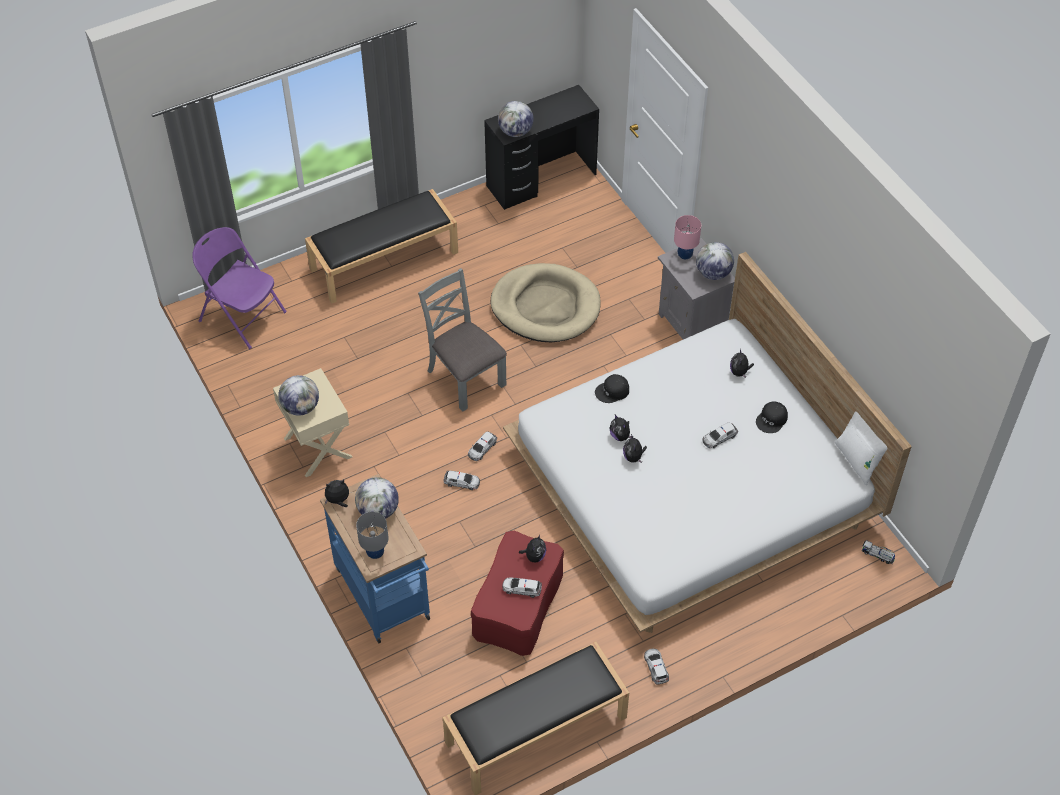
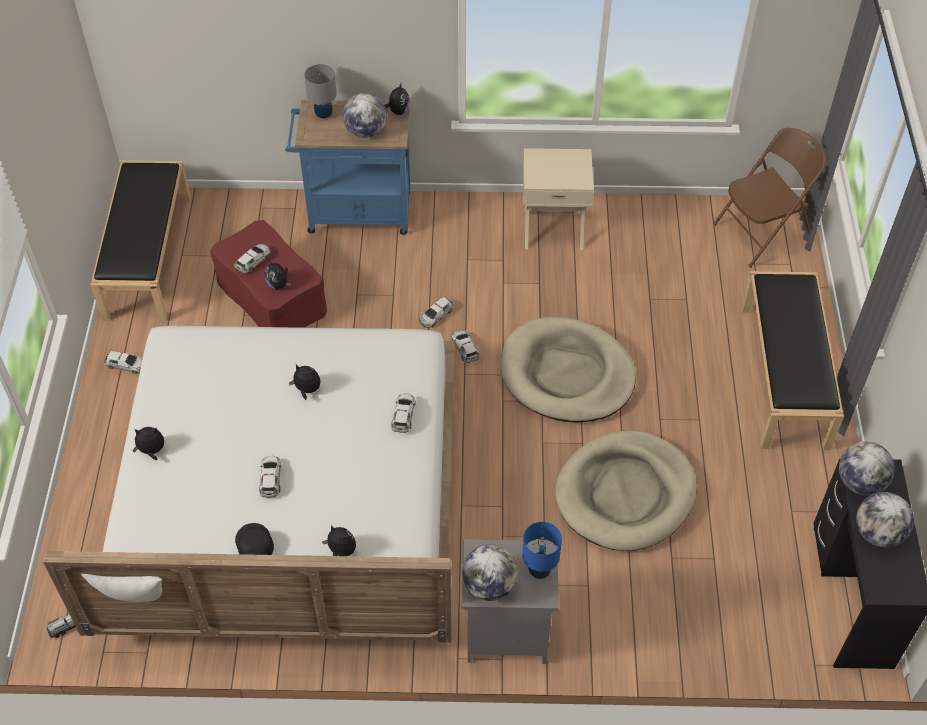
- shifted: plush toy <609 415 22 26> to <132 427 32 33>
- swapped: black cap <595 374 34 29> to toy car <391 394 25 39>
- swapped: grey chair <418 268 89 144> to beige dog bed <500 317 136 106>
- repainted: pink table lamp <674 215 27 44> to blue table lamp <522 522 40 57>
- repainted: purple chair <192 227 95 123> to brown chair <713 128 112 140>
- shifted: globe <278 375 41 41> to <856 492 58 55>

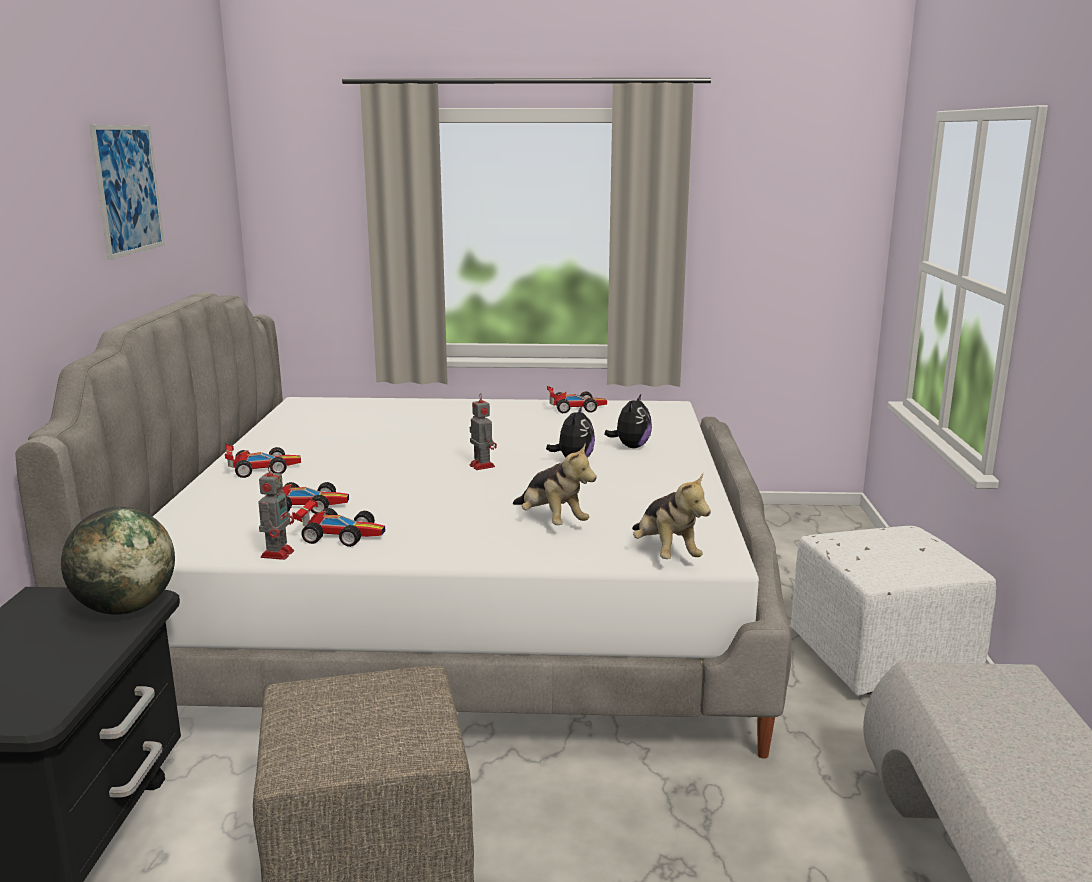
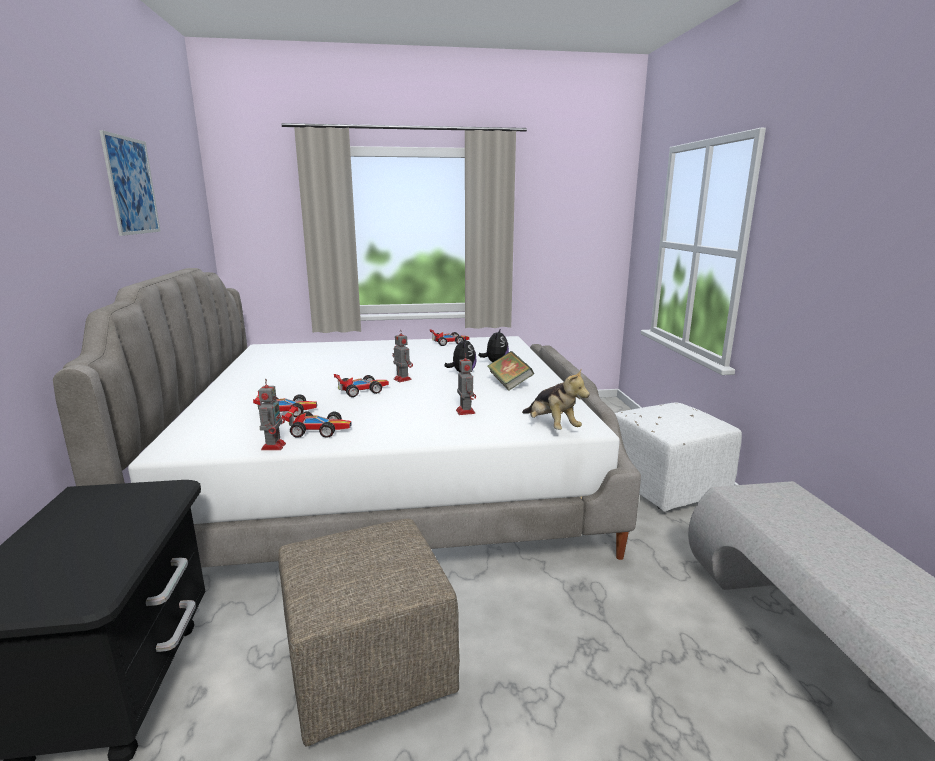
- shifted: toy car <225 444 76 34> to <334 374 55 23>
- swapped: plush toy <513 443 84 82> to toy robot <456 353 20 62>
- new: book <488 351 46 40>
- gone: globe <61 507 114 108>

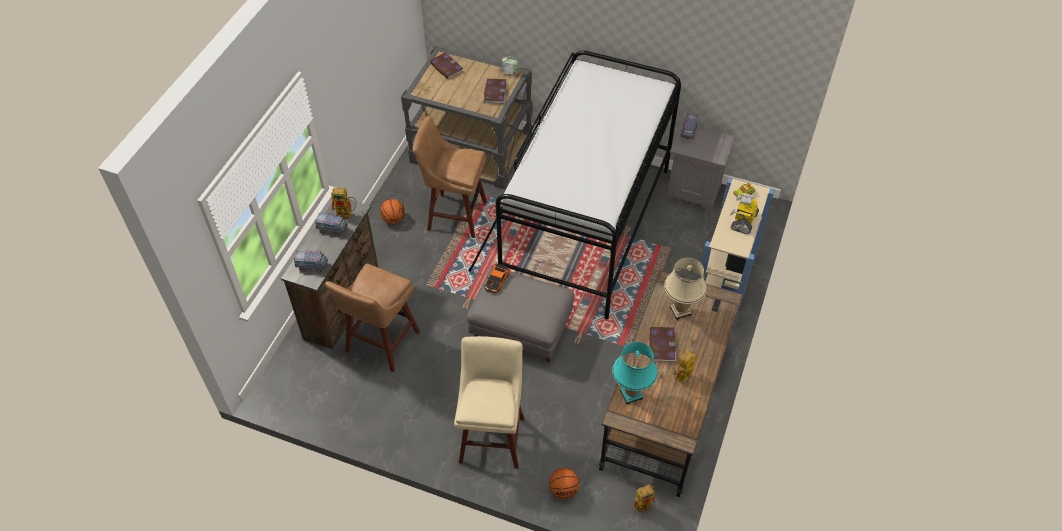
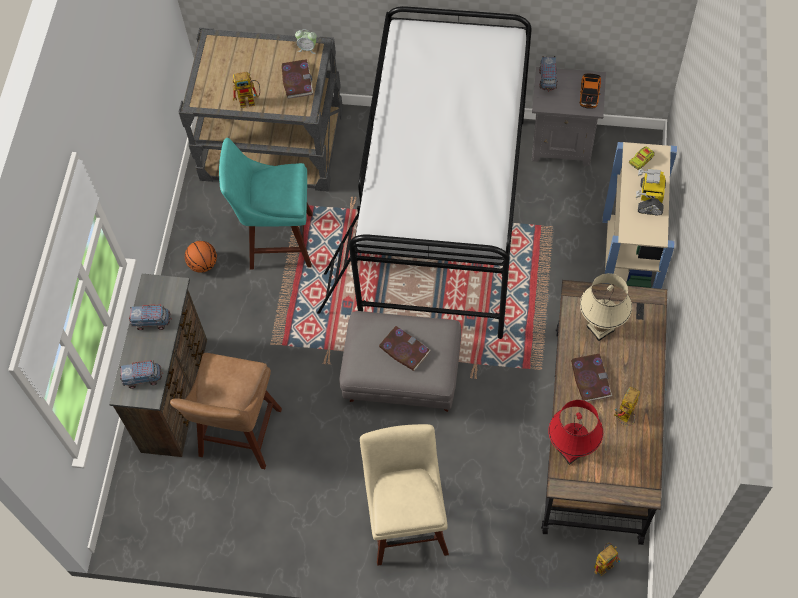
- repainted: brown stool <413 116 74 122> to turquoise stool <219 138 94 132>
- shifted: toy robot <331 188 25 31> to <233 72 27 36>
- shifted: book <430 52 34 27> to <379 326 52 45>
- repainted: turquoise table lamp <612 342 46 62> to red table lamp <548 400 55 65>
- shifted: toy car <484 264 25 29> to <580 74 21 35>
- gone: basketball <549 468 30 31>

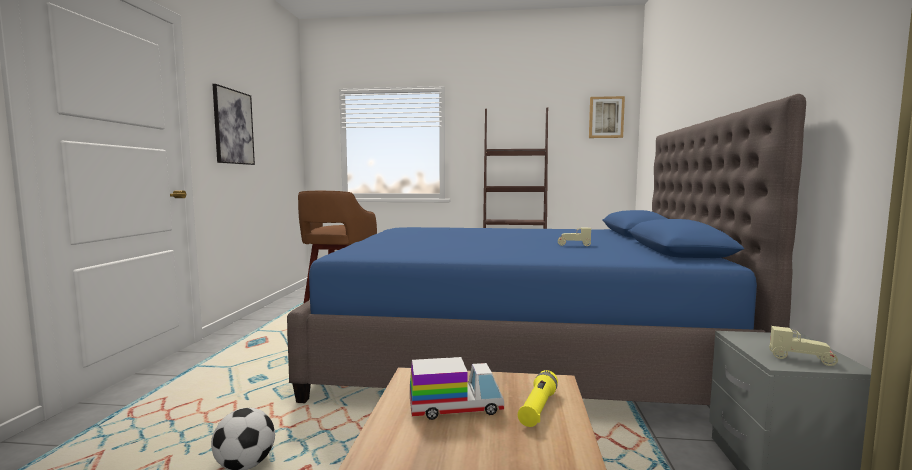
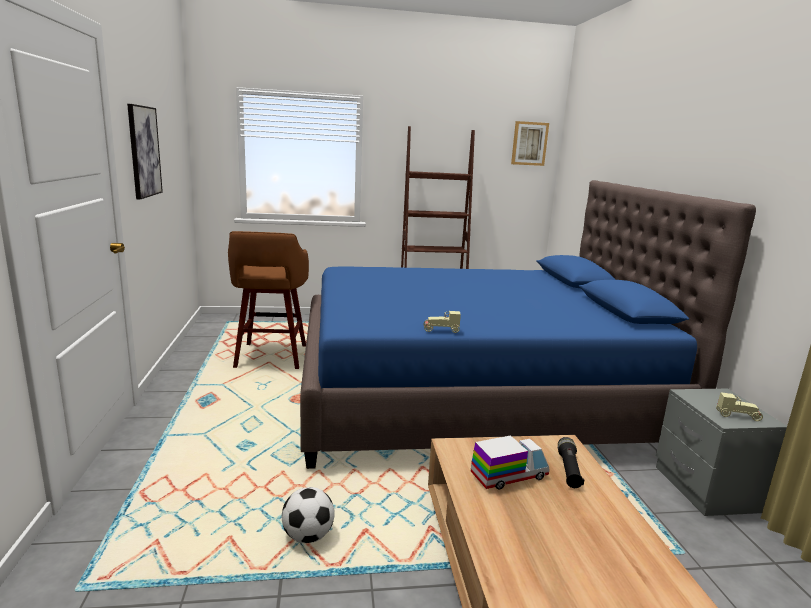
- shifted: beige toy car <558 227 33 19> to <424 311 37 22>
- repainted: yellow flashlight <518 370 40 57> to black flashlight <558 437 26 51>

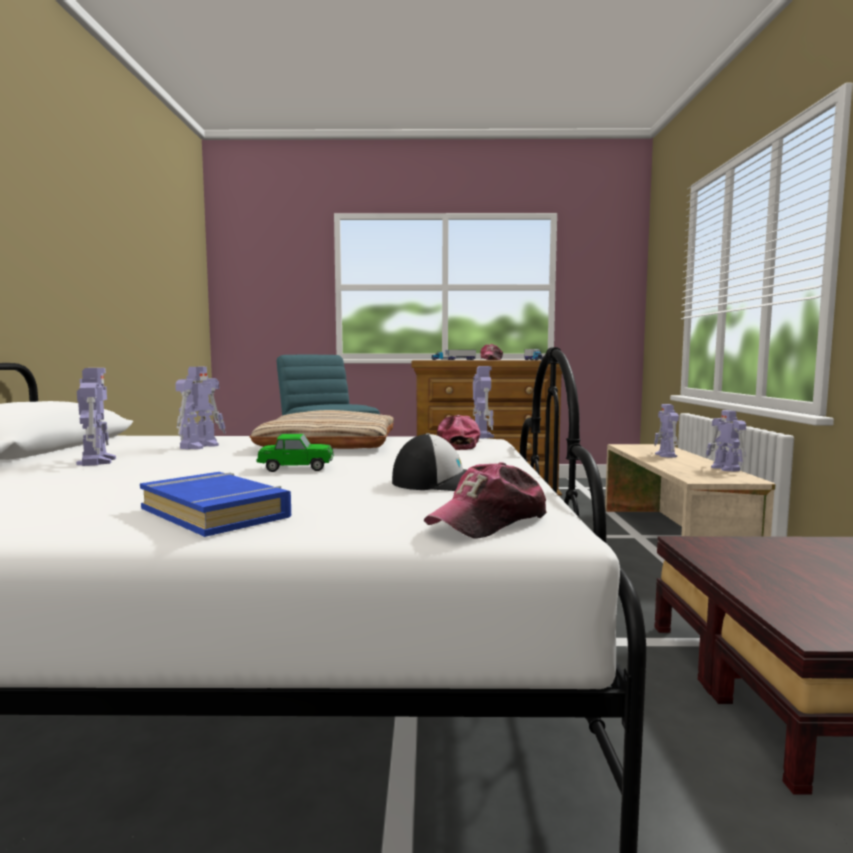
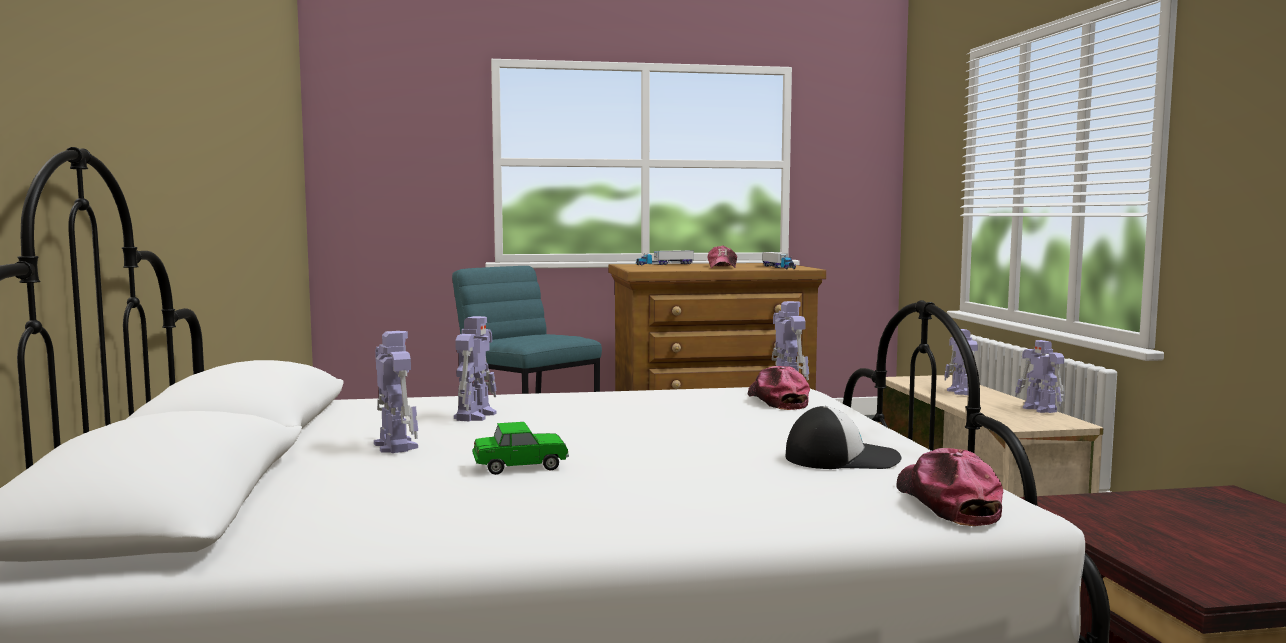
- shifted: toy car <256 434 78 38> to <472 422 97 53>
- rotated: cap <424 462 123 77> = <896 448 107 78> 135 degrees clockwise
- gone: blue book <140 472 151 65>
- gone: beige pillow <250 410 144 39>

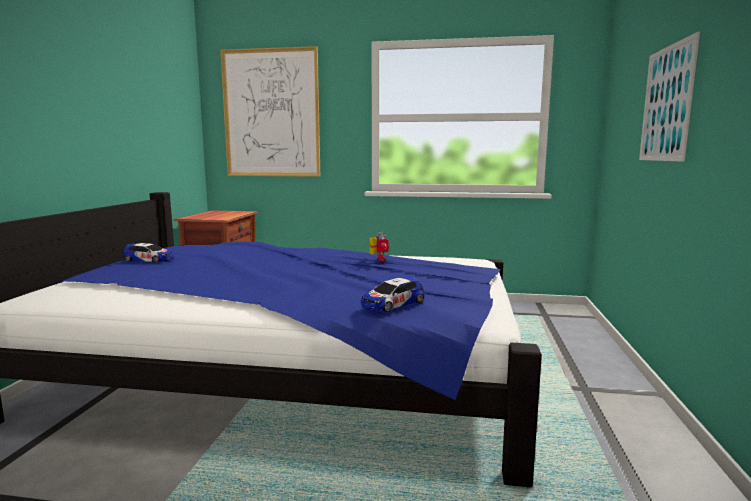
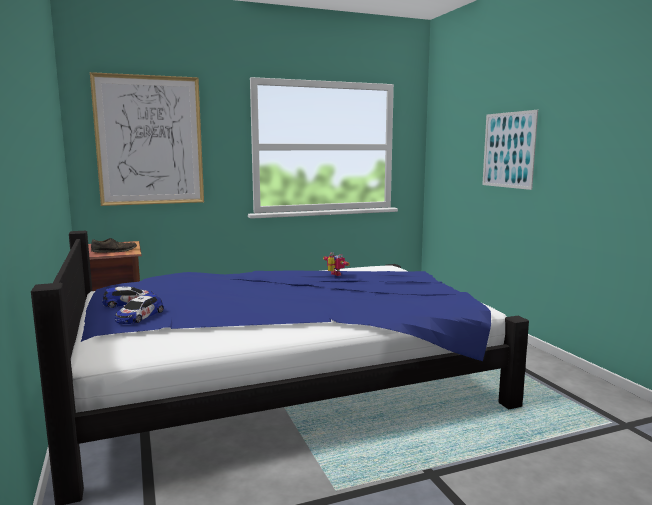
- new: brown shoe <91 238 46 15>
- shifted: toy car <361 277 63 35> to <115 294 49 30>

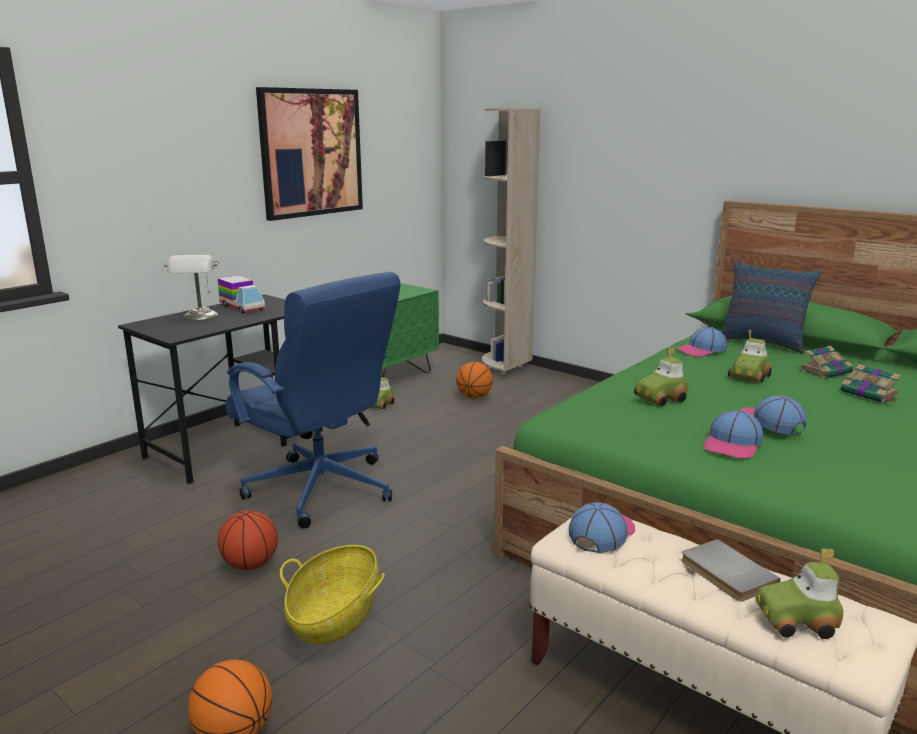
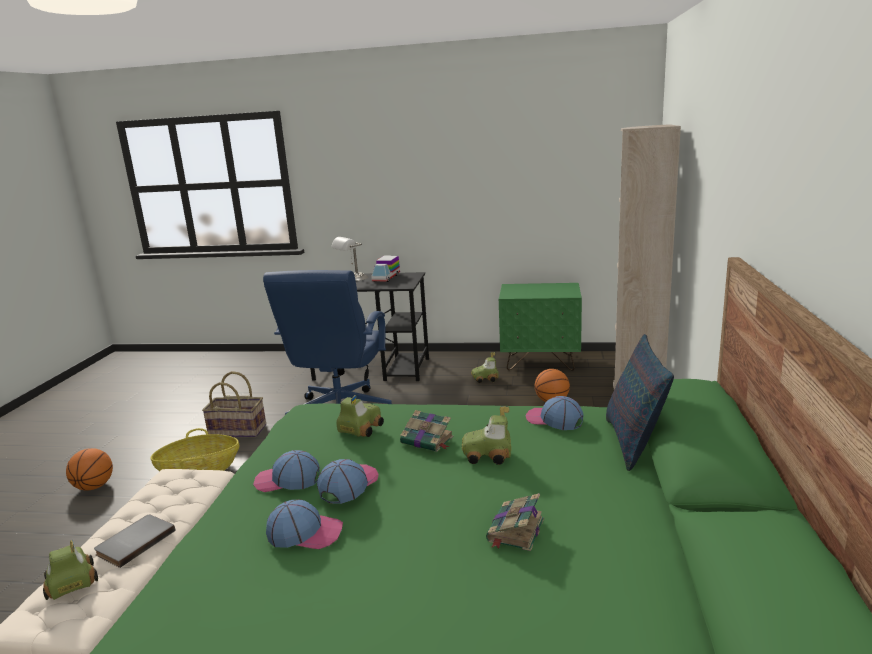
- swapped: basketball <218 510 60 60> to basket <202 371 64 66>
- shifted: cap <569 502 66 51> to <266 500 77 49>
- rotated: toy car <634 347 54 59> = <336 395 48 42> 90 degrees clockwise
- shifted: book <800 346 53 33> to <400 410 54 42>
- gone: picture <256 87 107 134>

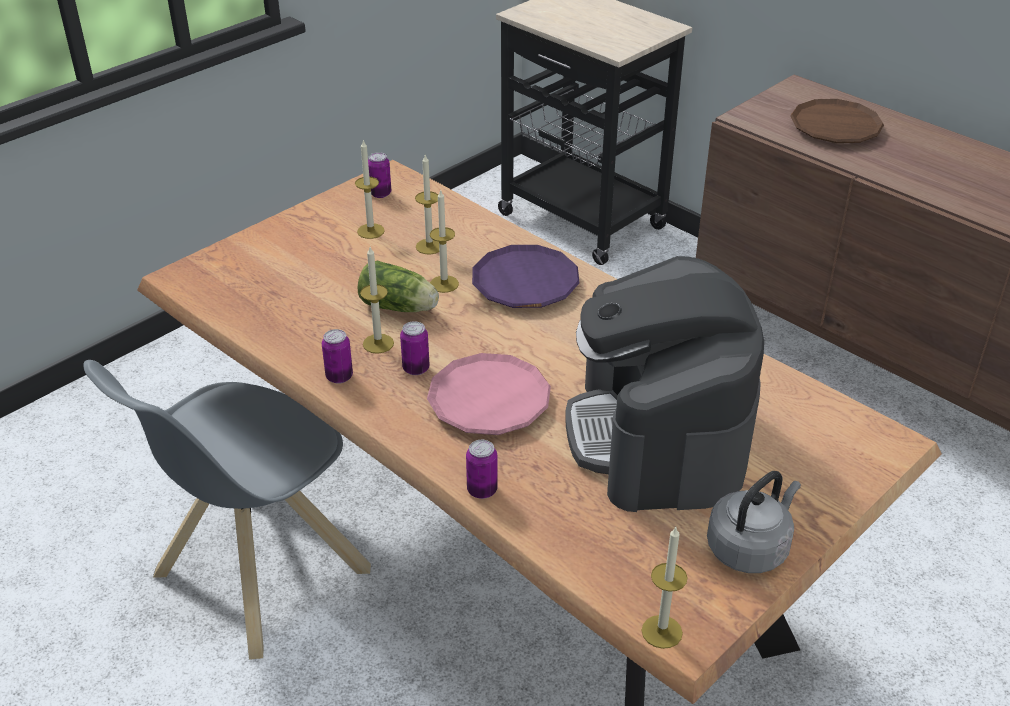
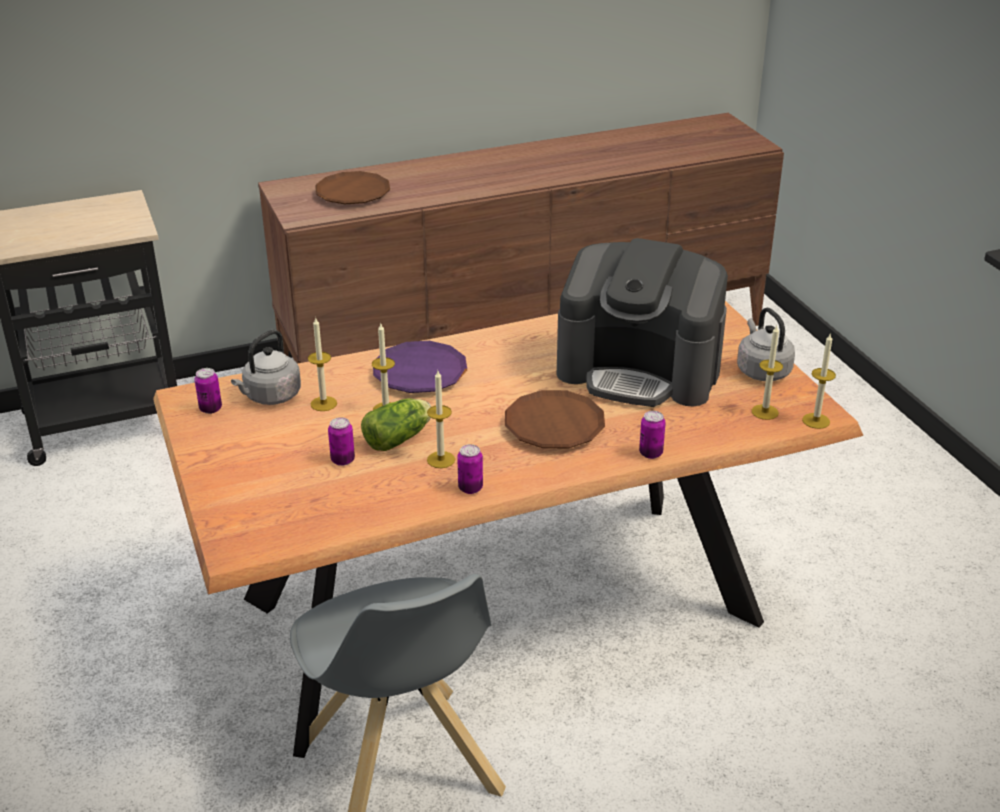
- new: grey kettle <231 329 70 76>
- shifted: can <400 321 30 54> to <328 417 27 49>
- repainted: pink plate <427 353 124 82> to brown plate <505 390 100 58>
- shifted: candle <355 140 30 99> to <752 326 31 94>

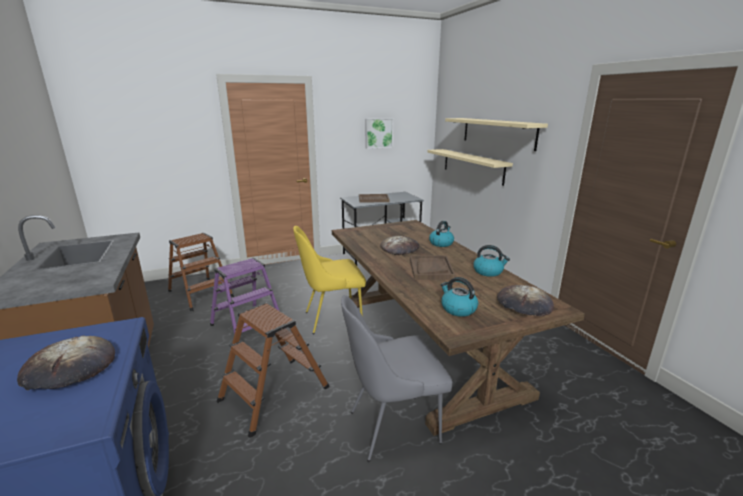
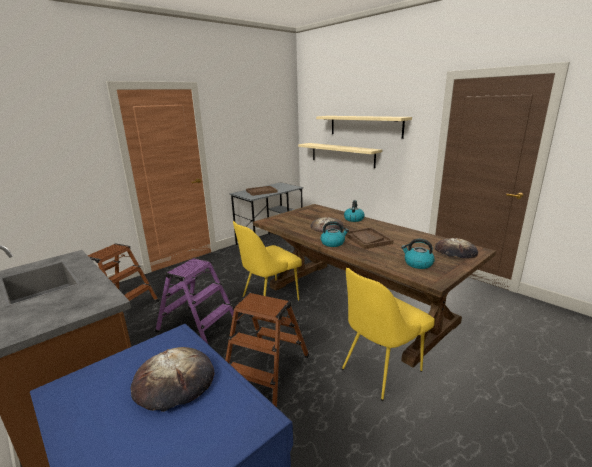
- shifted: kettle <473 245 37 32> to <321 221 28 26>
- repainted: grey chair <341 295 111 167> to yellow chair <342 268 93 133>
- gone: picture <365 118 28 31>

